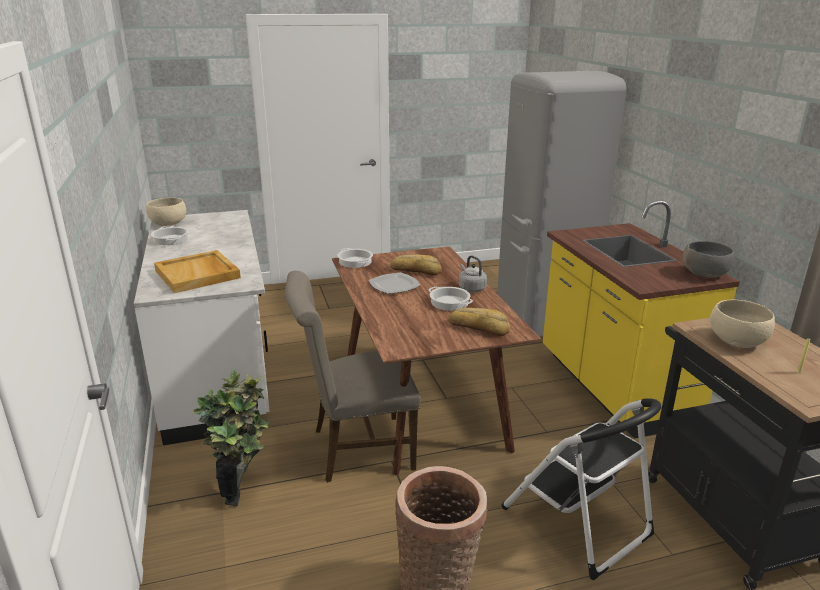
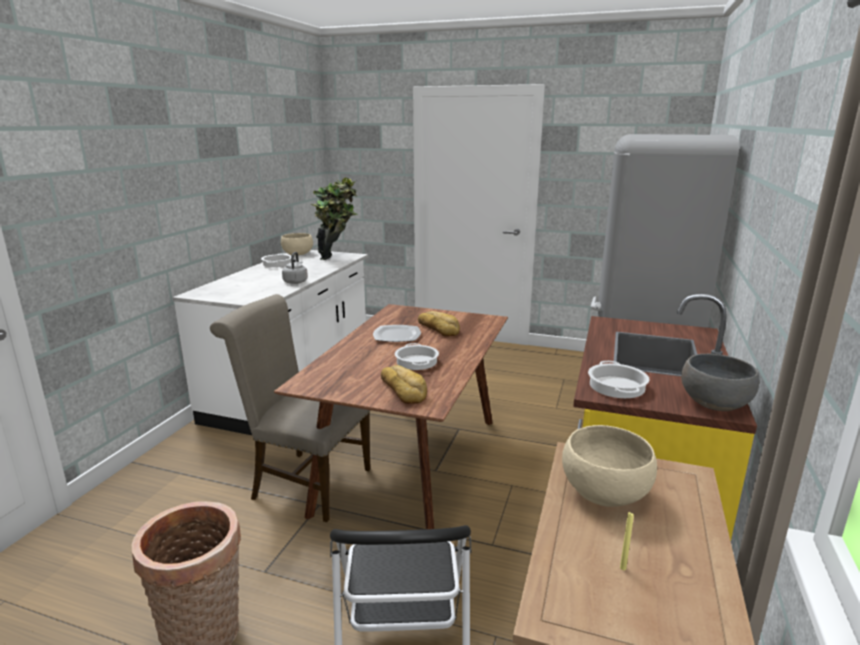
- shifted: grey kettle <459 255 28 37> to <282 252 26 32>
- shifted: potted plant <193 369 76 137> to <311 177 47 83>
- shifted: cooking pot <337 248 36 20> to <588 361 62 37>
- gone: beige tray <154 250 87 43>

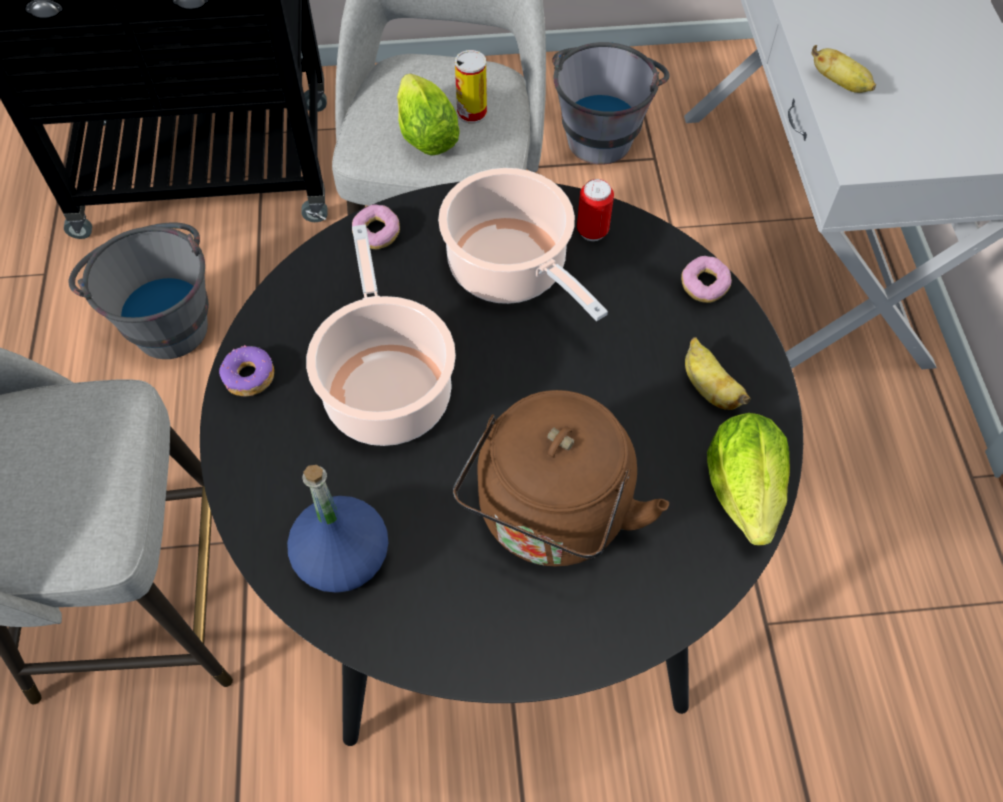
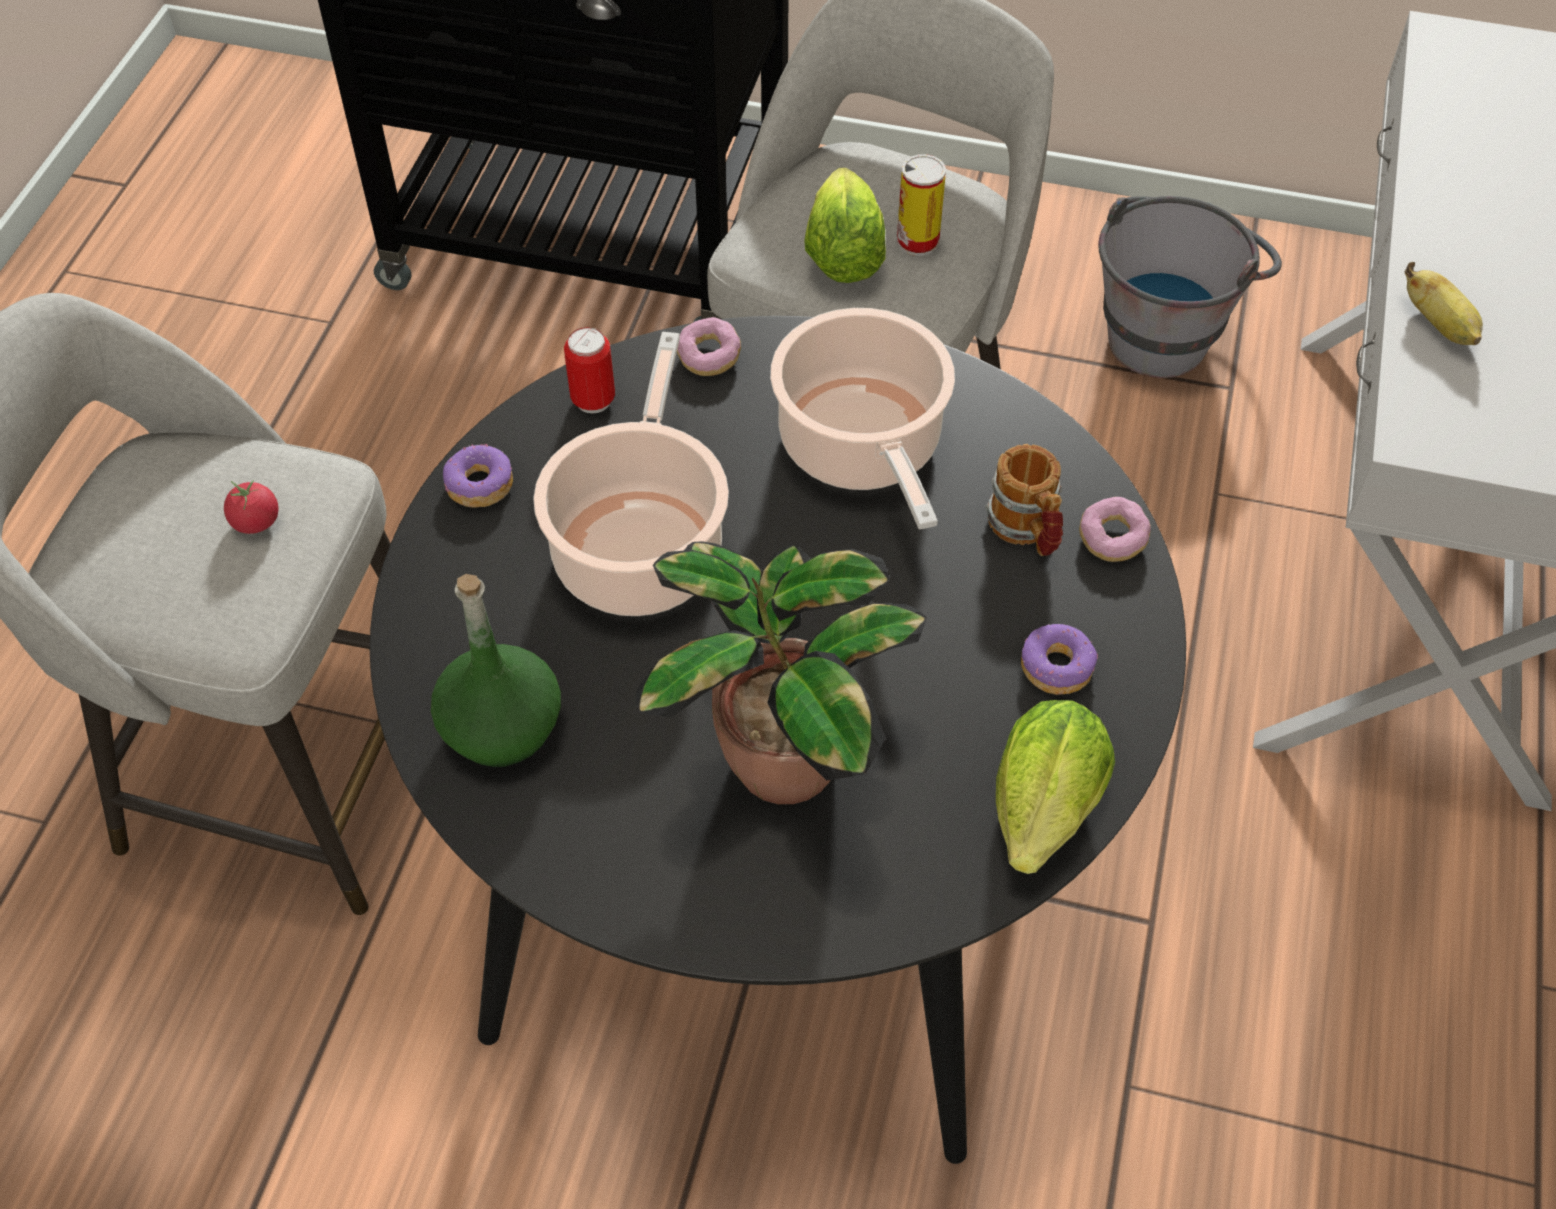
- new: tomato <224 480 55 54>
- repainted: blue bottle <287 465 101 128> to green bottle <431 574 130 193>
- shifted: can <577 179 37 62> to <564 327 51 86>
- swapped: brown kettle <453 390 216 177> to potted plant <636 541 291 263>
- new: mug <985 444 78 112>
- swapped: banana <685 337 66 73> to donut <1021 624 77 71>
- gone: grey bucket <69 222 140 137>

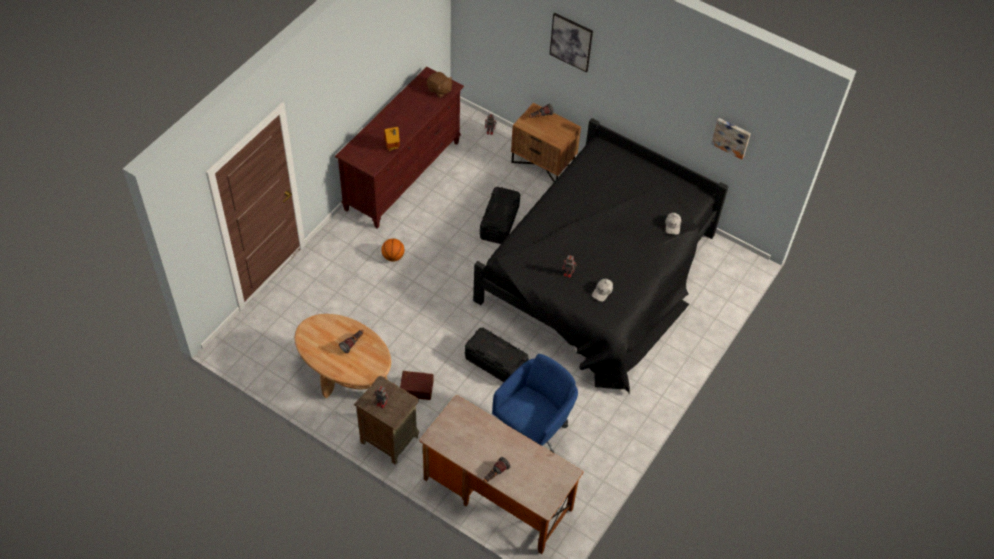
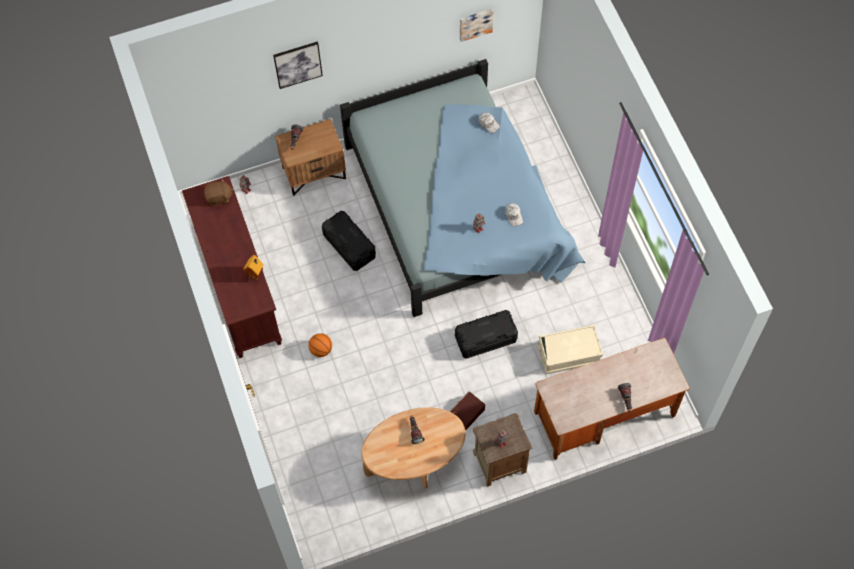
- repainted: black bed <473 118 256 275> to blue bed <340 59 245 258>
- swapped: blue office chair <492 354 86 100> to beige storage box <538 325 65 49>

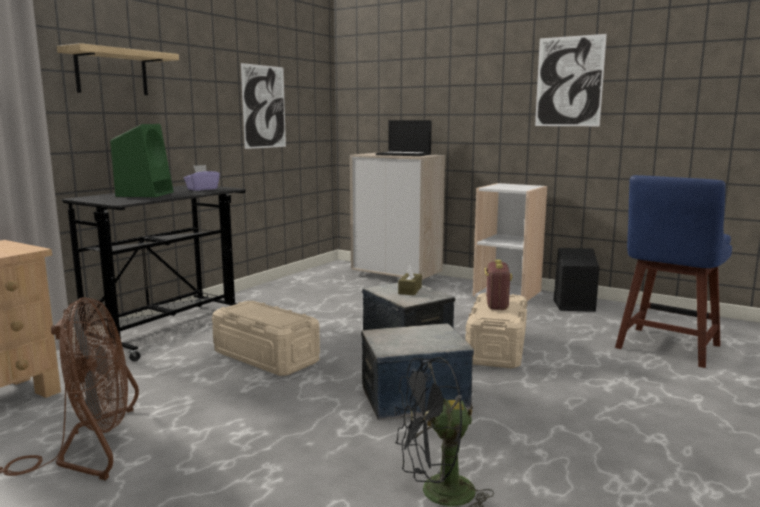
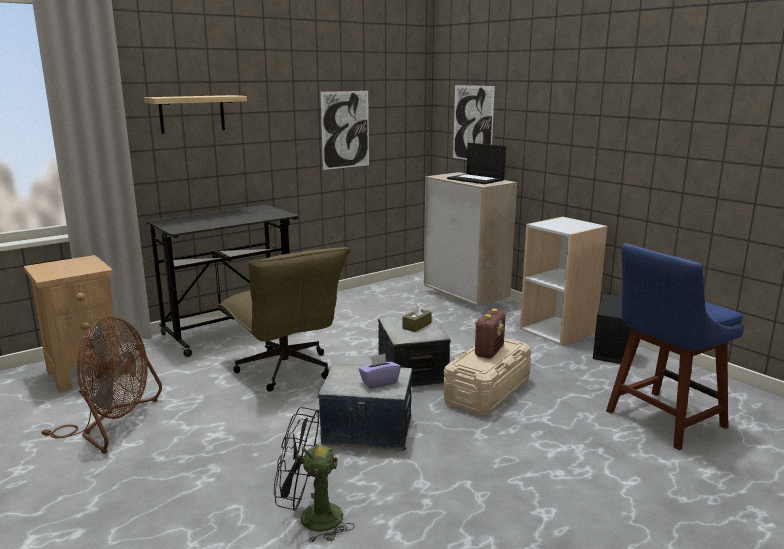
- swapped: beige storage box <212 301 108 75> to beige office chair <217 247 134 145>
- shifted: purple tissue box <184 165 36 26> to <358 353 43 36>
- shifted: picture <535 34 72 92> to <453 85 42 75>
- gone: green speaker <110 124 64 73>

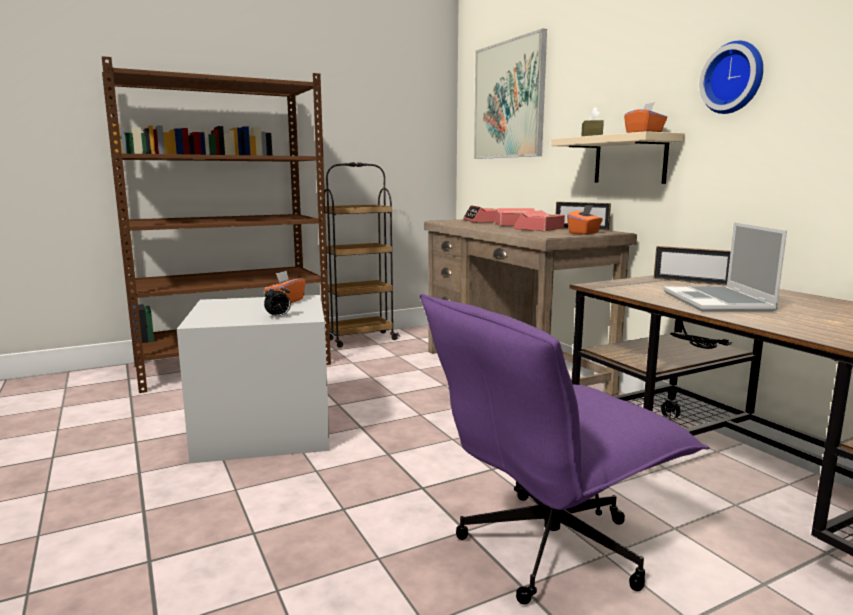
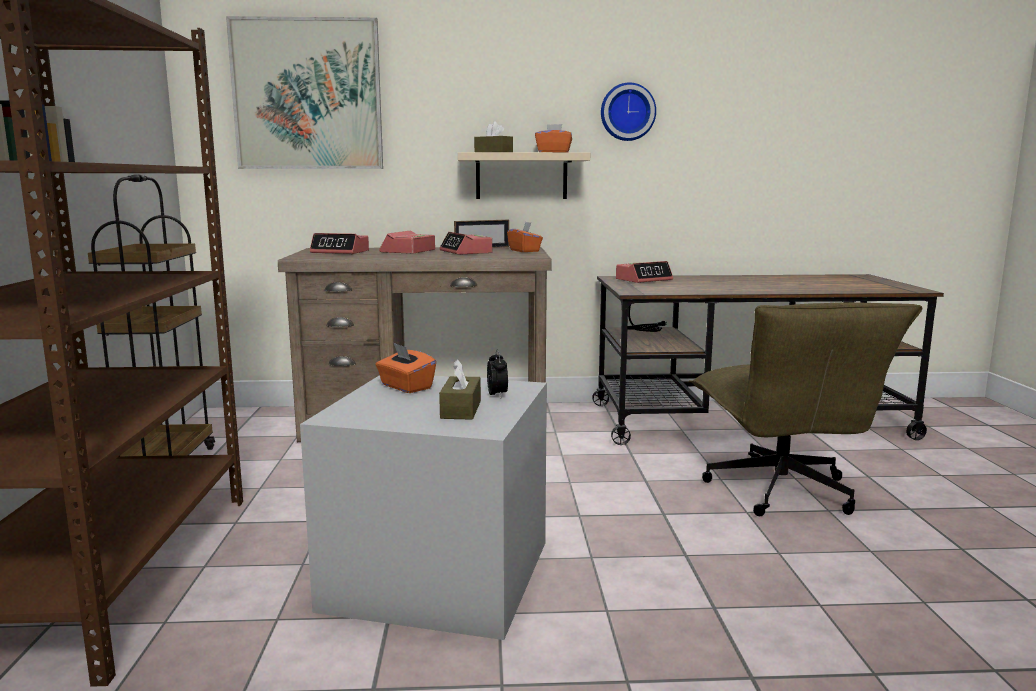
- new: brown tissue box <439 359 42 61>
- swapped: picture frame <654 246 77 40> to alarm clock <616 261 57 22>
- repainted: purple office chair <420 294 290 310> to beige office chair <688 302 235 214>
- gone: laptop <663 222 124 90>

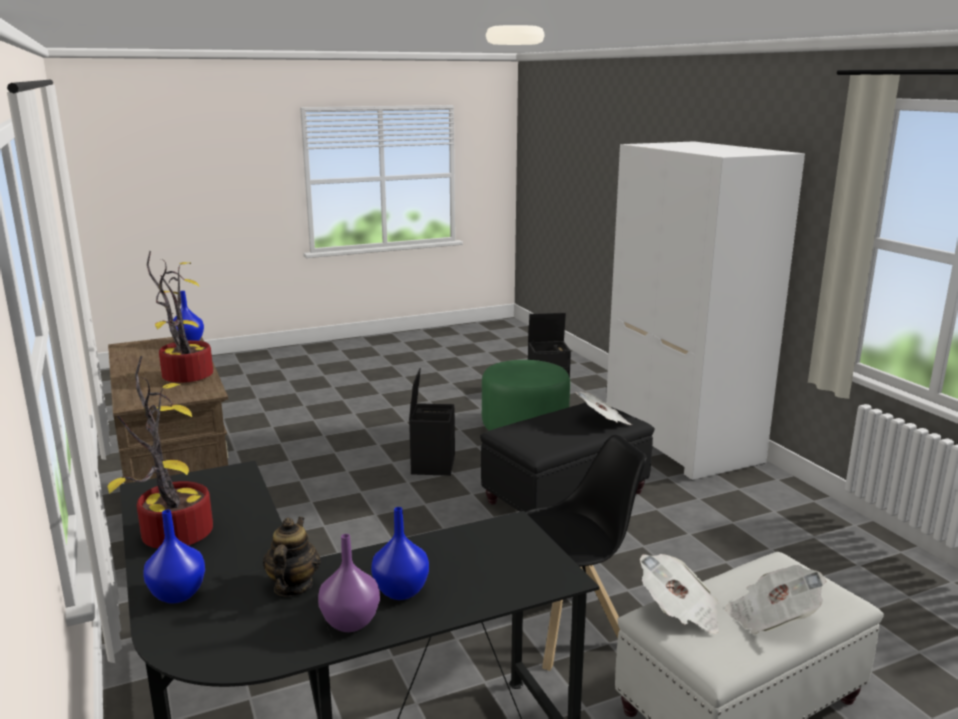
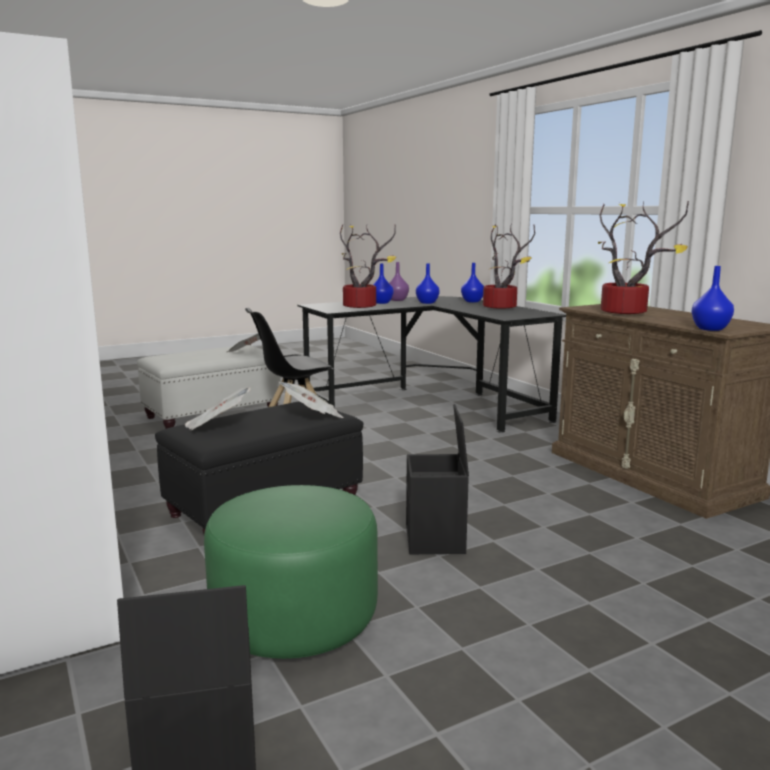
- shifted: newspaper <725 565 102 70> to <278 382 65 36>
- new: potted plant <340 223 56 85>
- swapped: teapot <263 517 58 80> to blue vase <416 264 24 40>

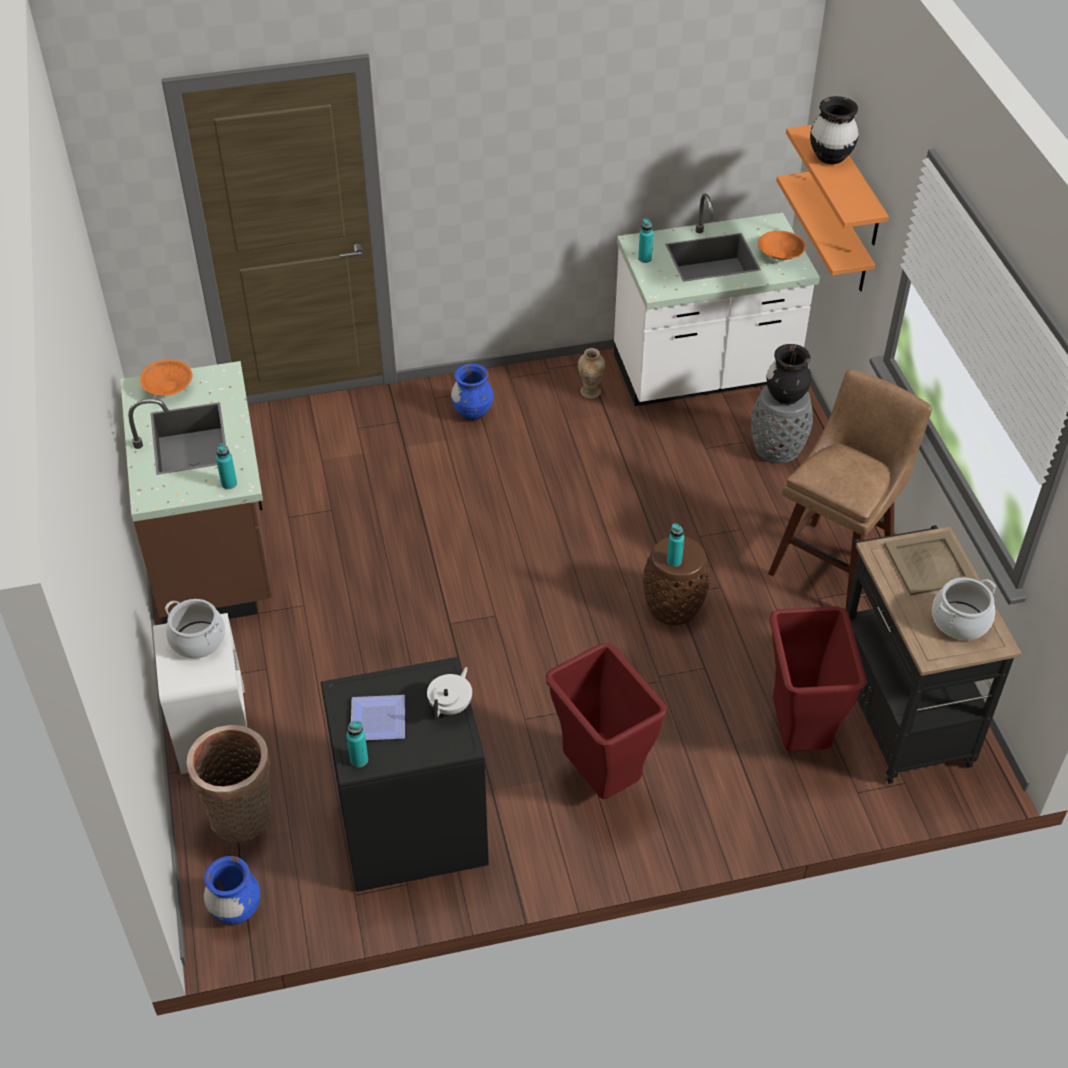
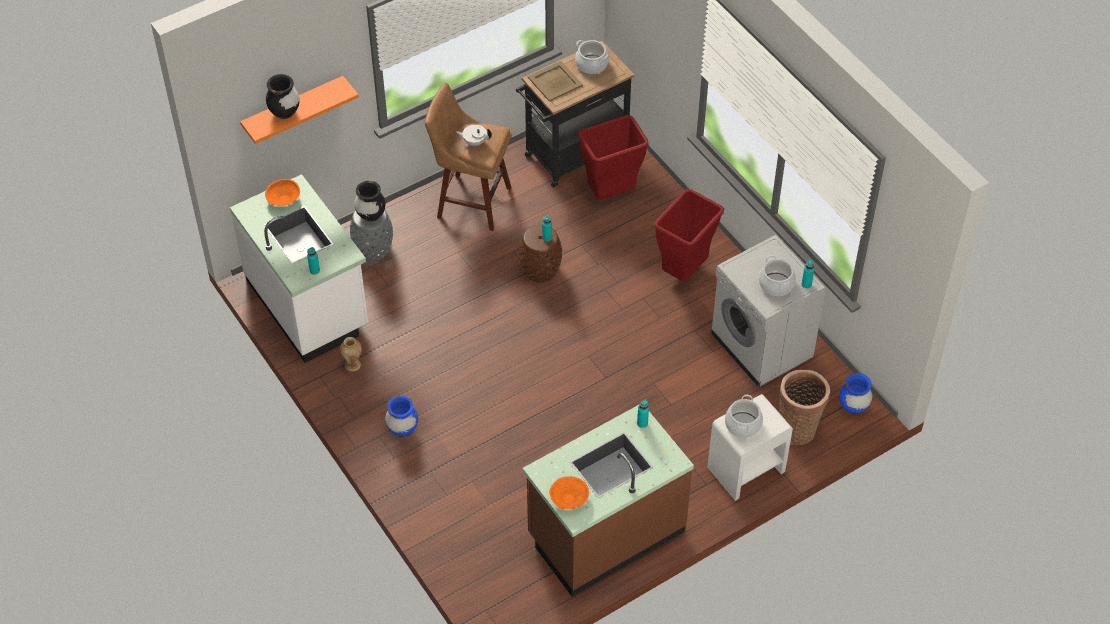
- shifted: white teapot <427 667 45 51> to <456 125 36 22>
- repainted: black washing machine <321 657 168 235> to white washing machine <711 235 115 152>
- swapped: plate <351 695 54 45> to cooking pot <759 255 37 41>
- gone: orange shelf <776 172 99 119>

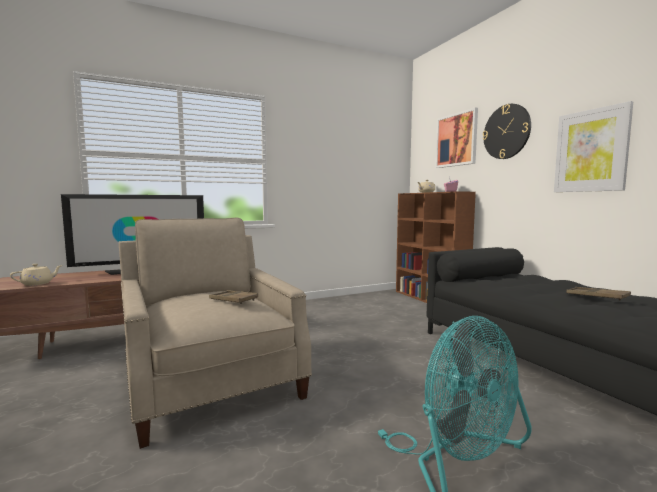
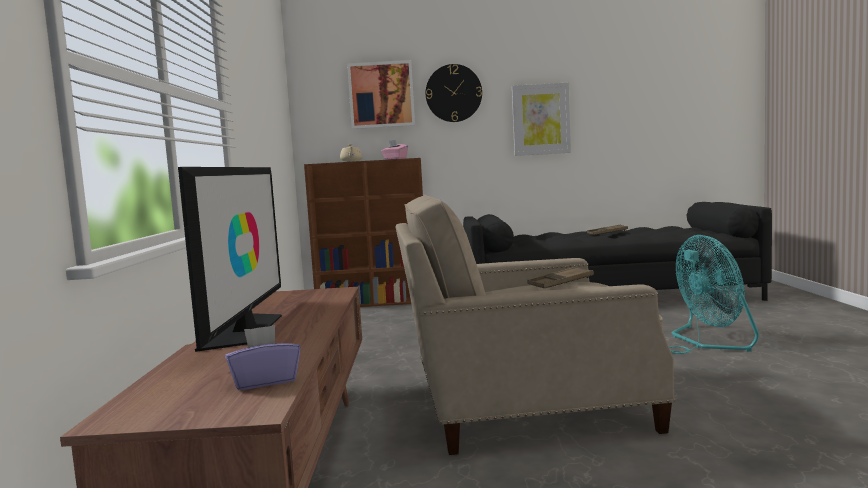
- swapped: beige teapot <10 264 53 22> to purple tissue box <225 325 76 65>

